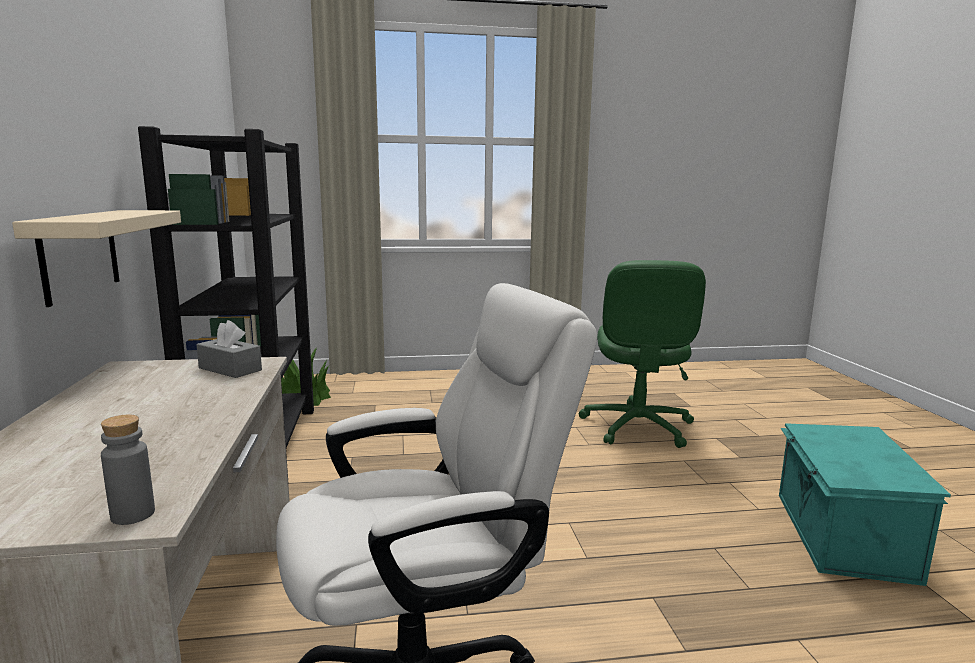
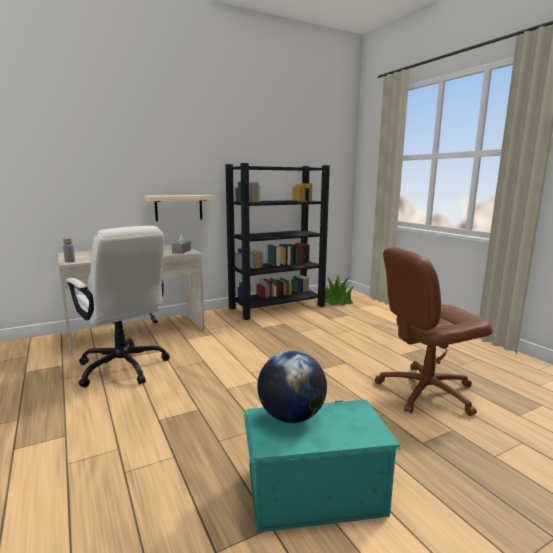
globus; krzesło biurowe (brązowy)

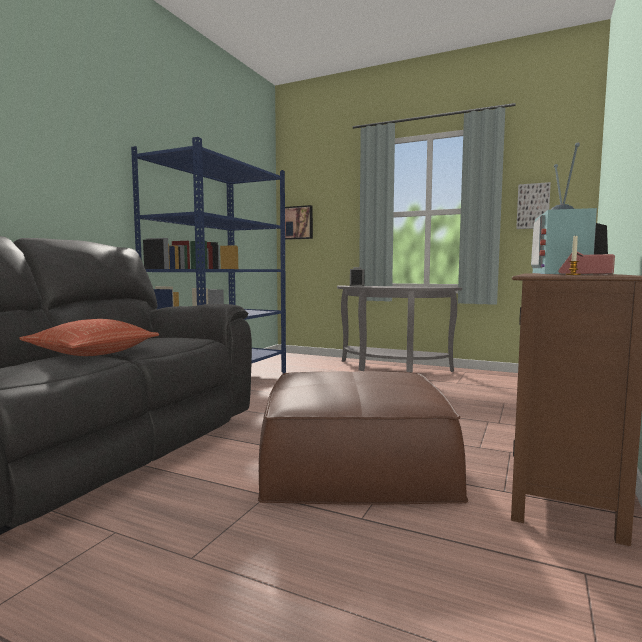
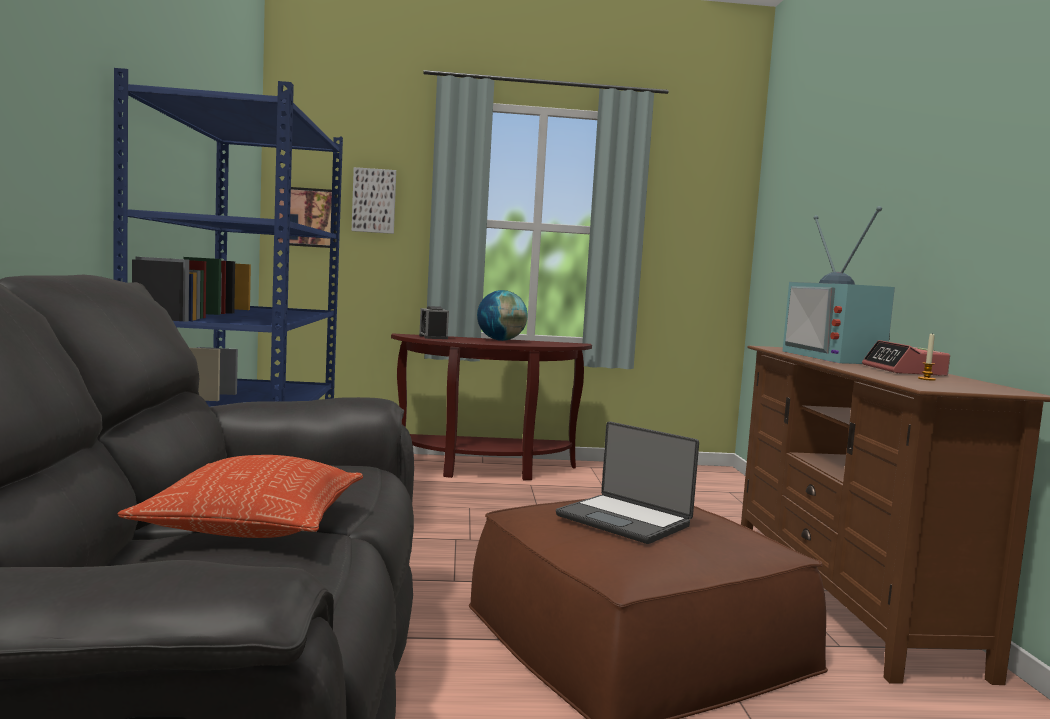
globus; laptop; obraz (2nd from left); stolik konsolowy (brązowy)

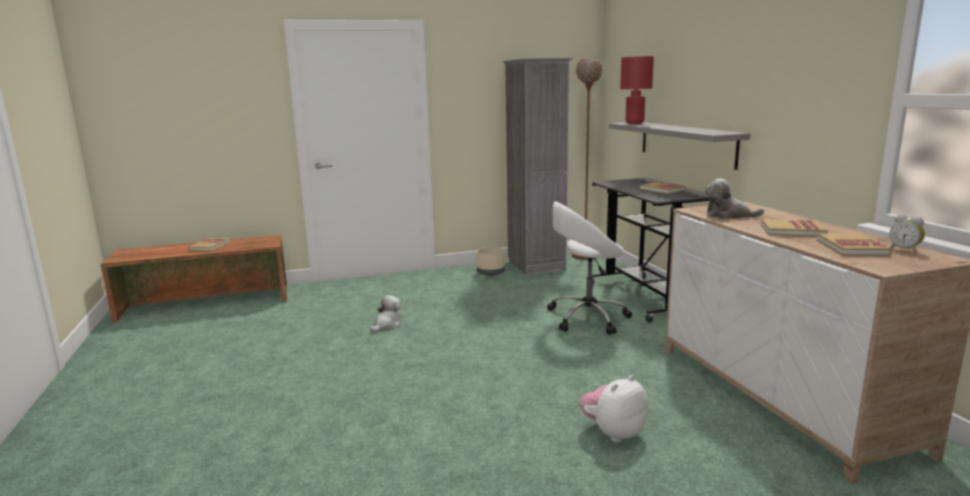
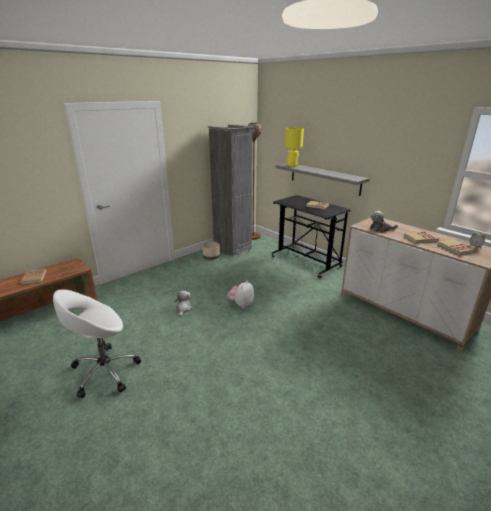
krzesło biurowe (biały); pluszak (2nd from left); lampa stołowa (żółty)

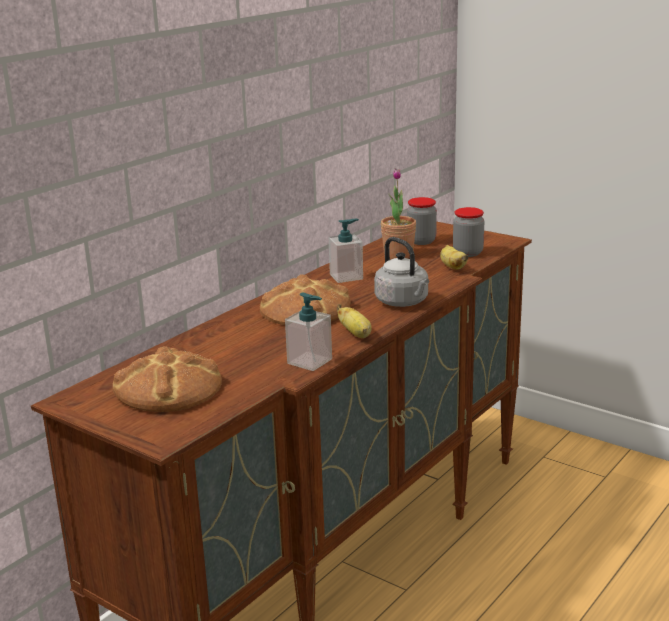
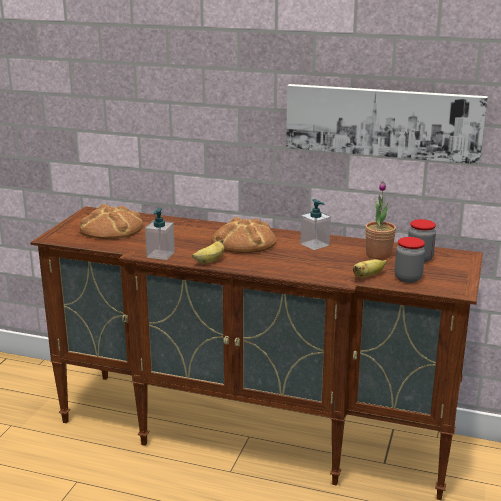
czajnik (szary); obraz

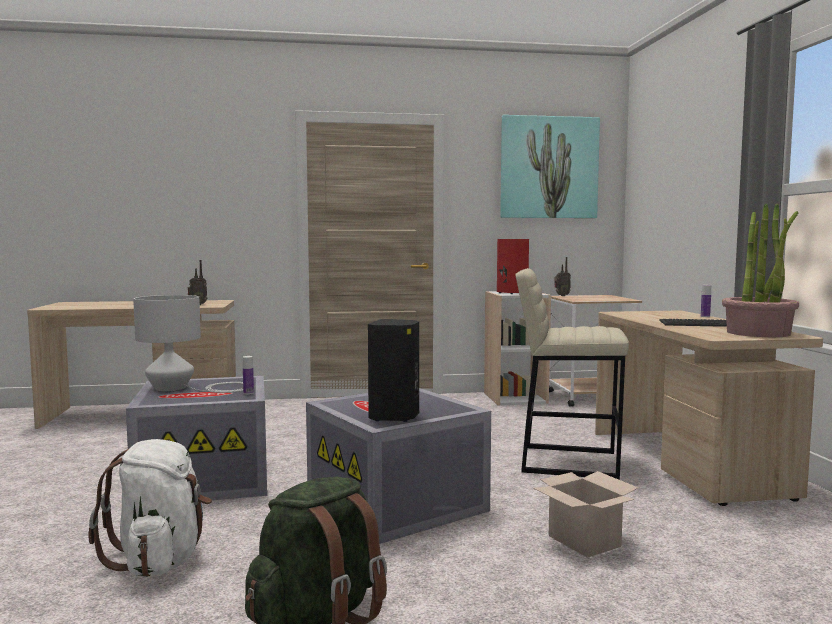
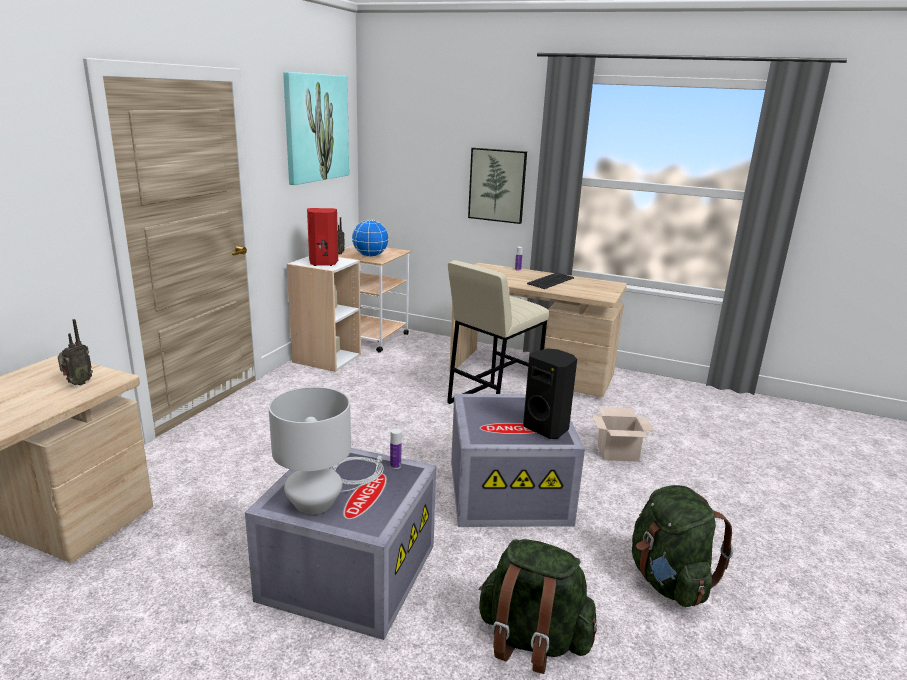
roślina doniczkowa; globus; obraz (2nd from left); plecak (zielony) (1st from left)

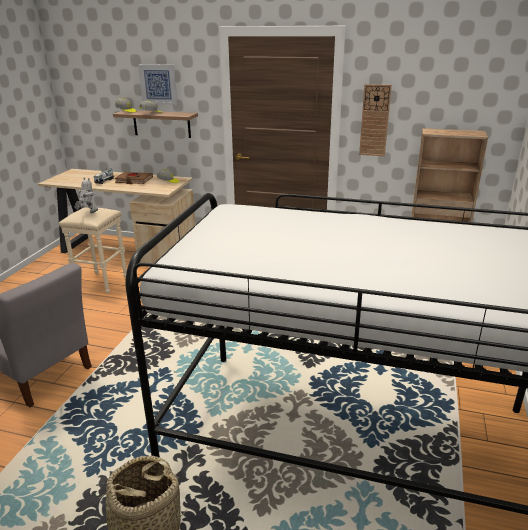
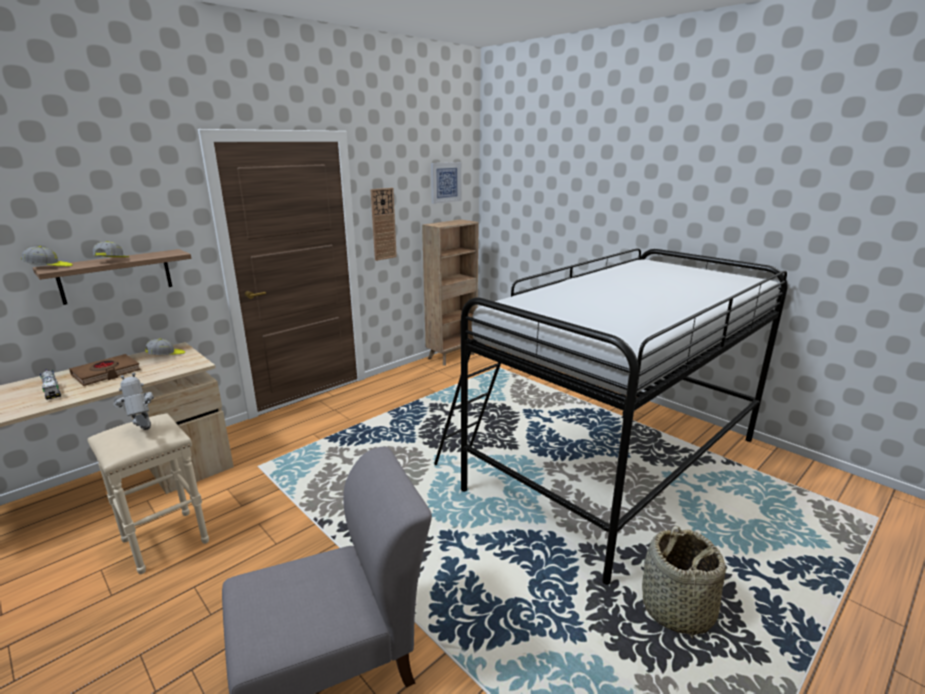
obraz

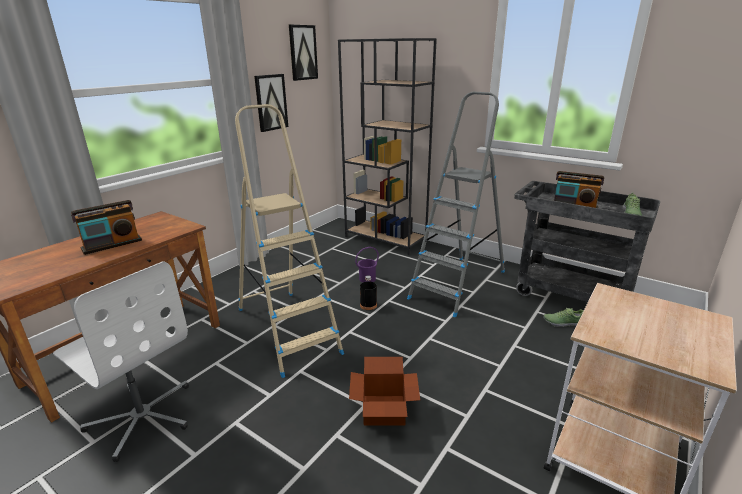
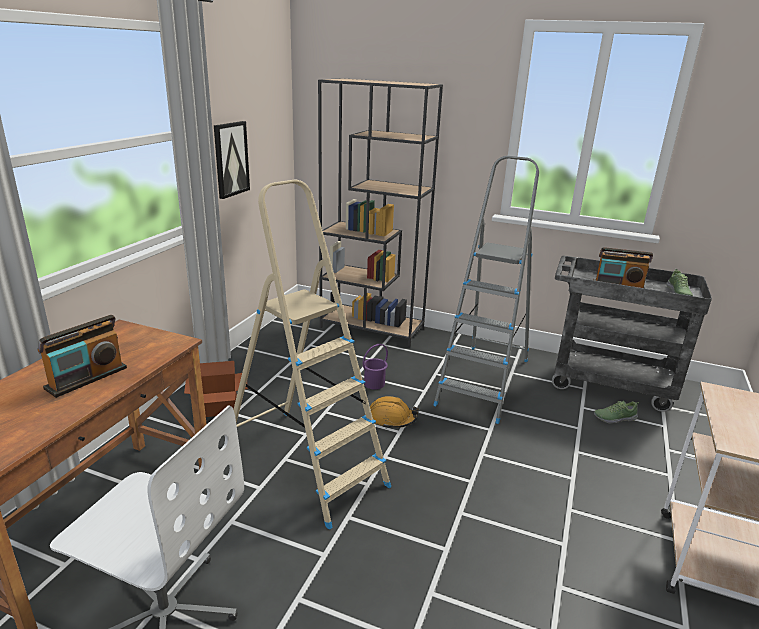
obraz (2nd from left in the first image); karton; kask (pomarańczowy)

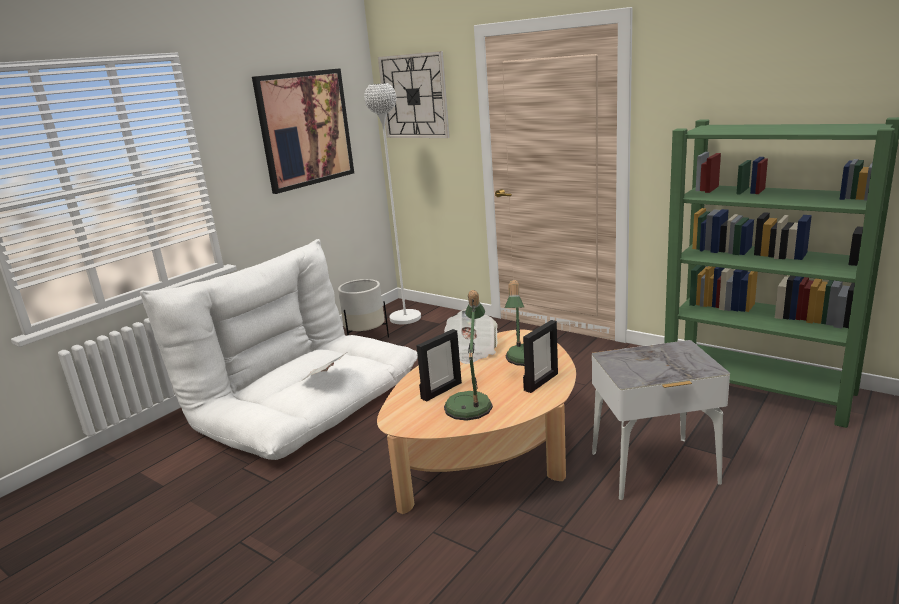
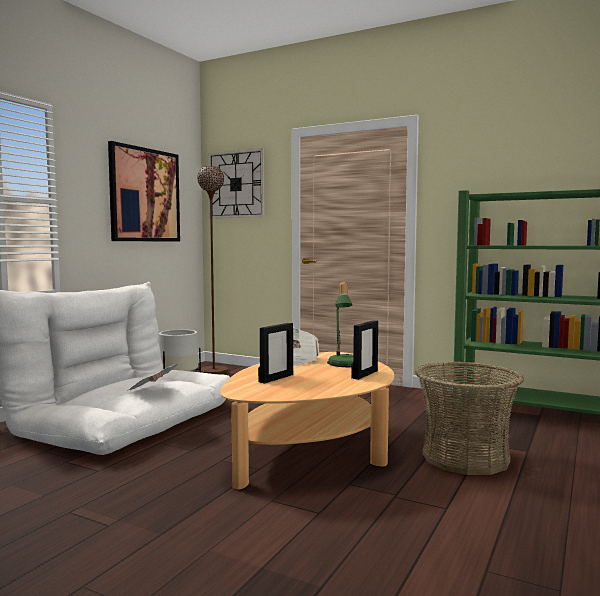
lampa stołowa (1st from left in the first image); koszyk; lampa stojąca (brązowy)

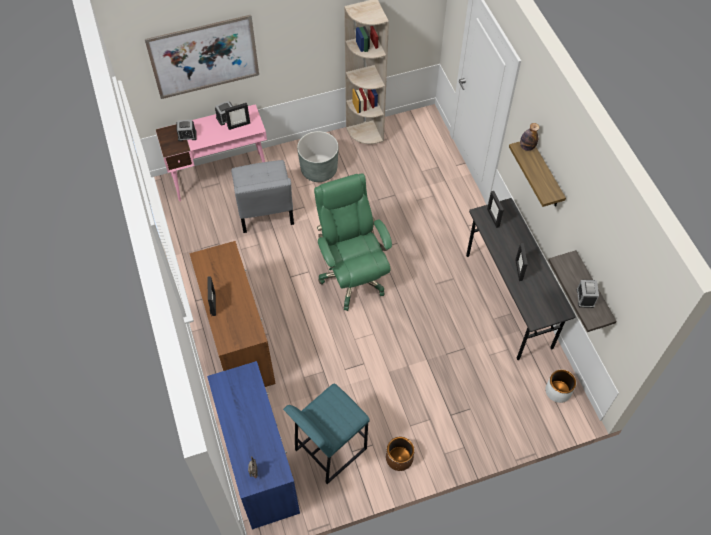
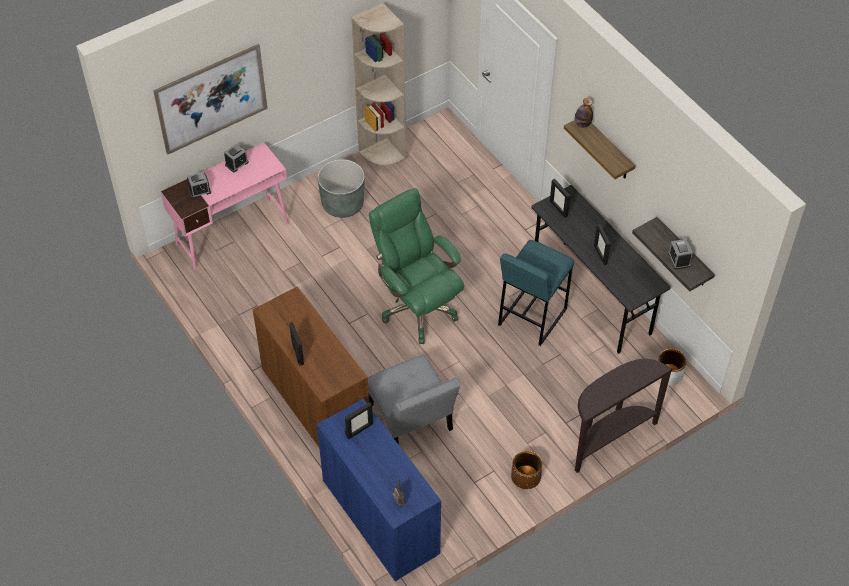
stolik konsolowy (brązowy); ramka na zdjęcie (2nd from left); krzesło (szary); stołek (turkusowy)

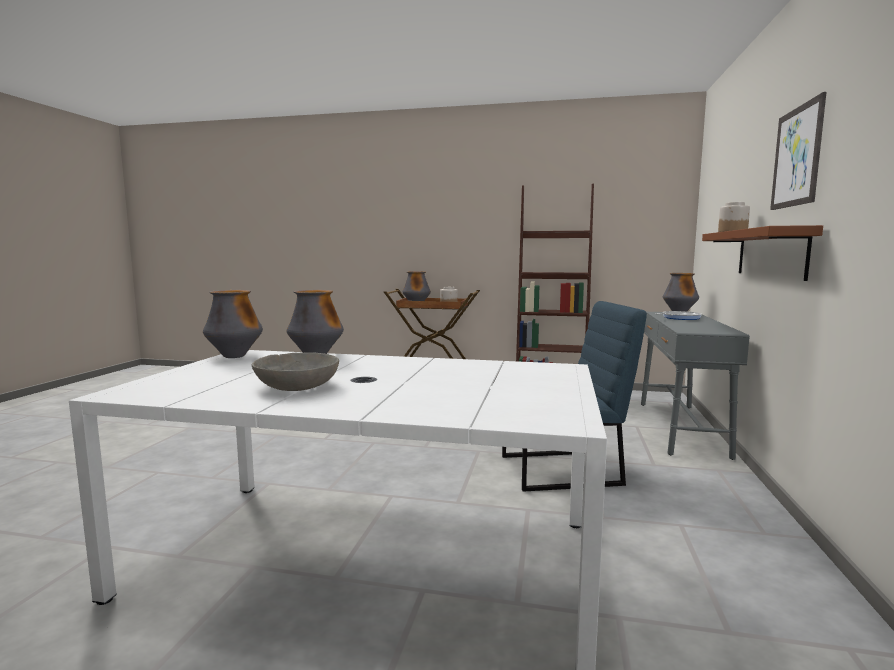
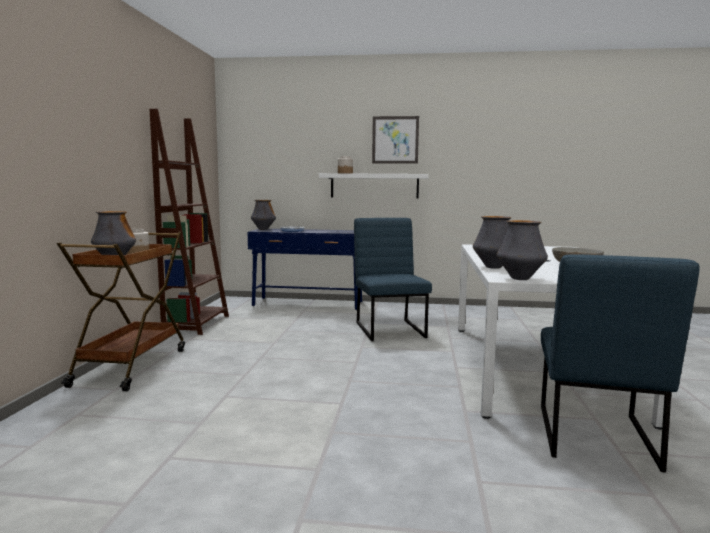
krzesło (niebieski) (2nd from left); stolik konsolowy (niebieski); półka (biały)

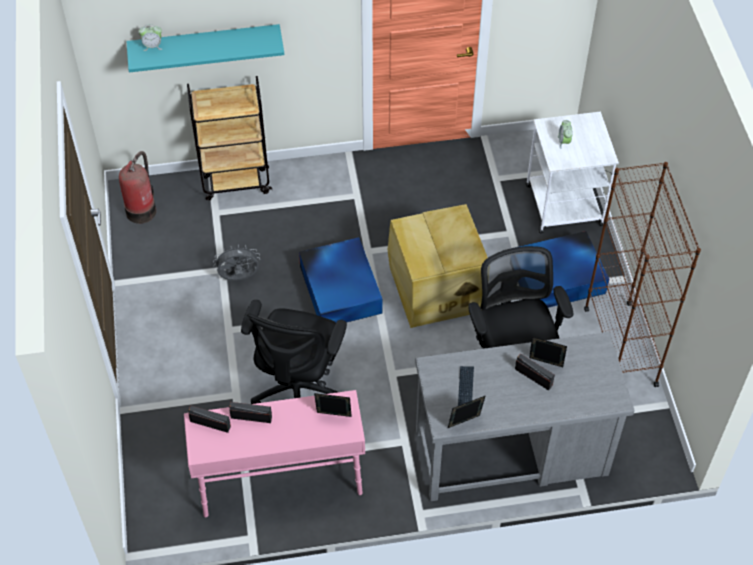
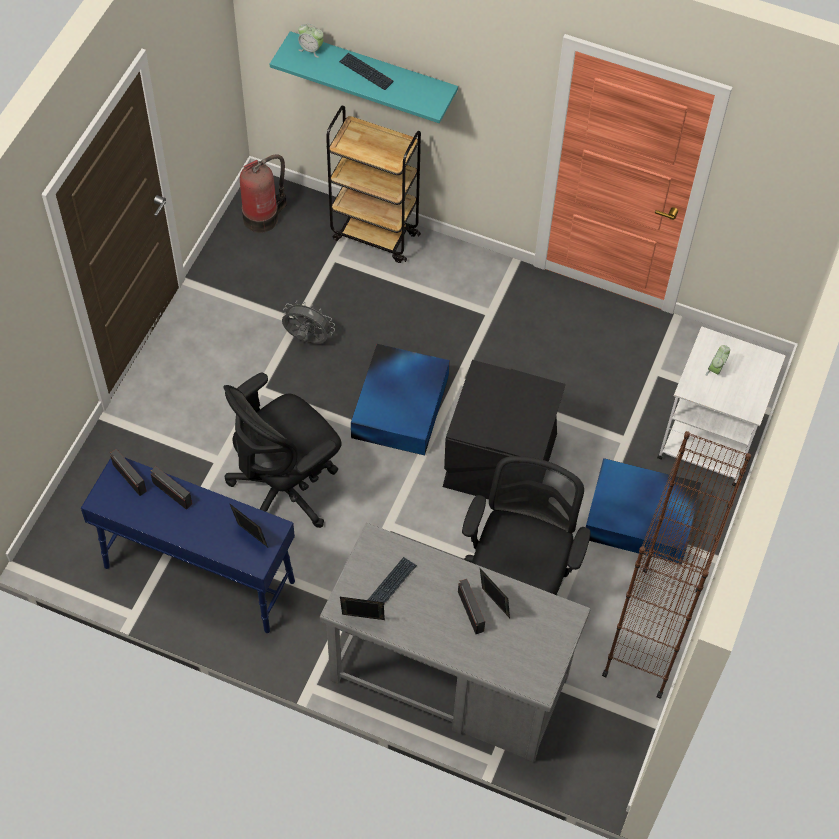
klawiatura (1st from left); stolik konsolowy (niebieski); pojemnik do przechowywania (czarny)

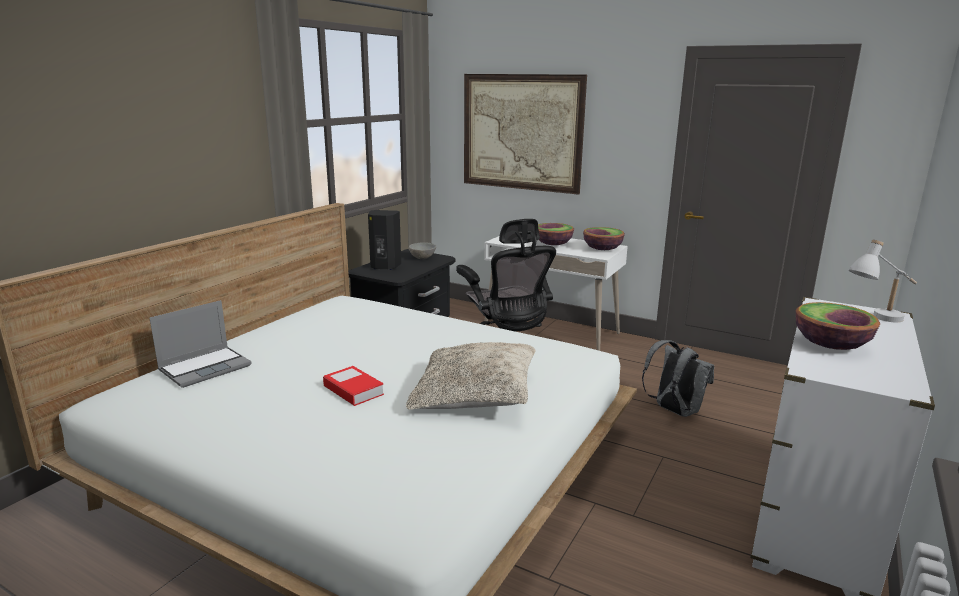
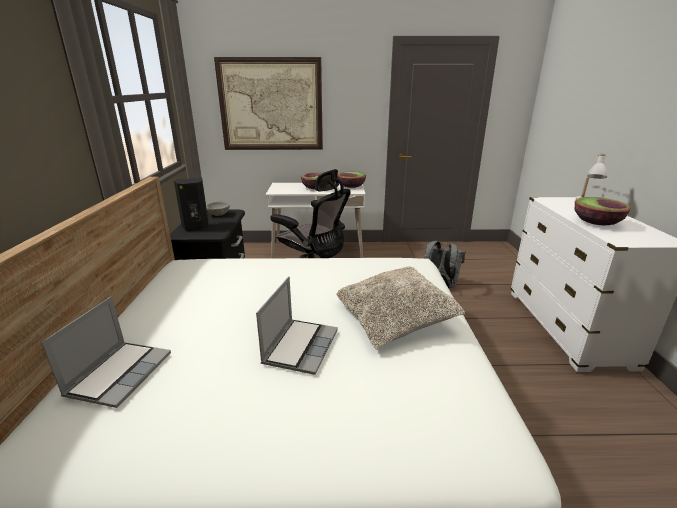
laptop (2nd from left)

